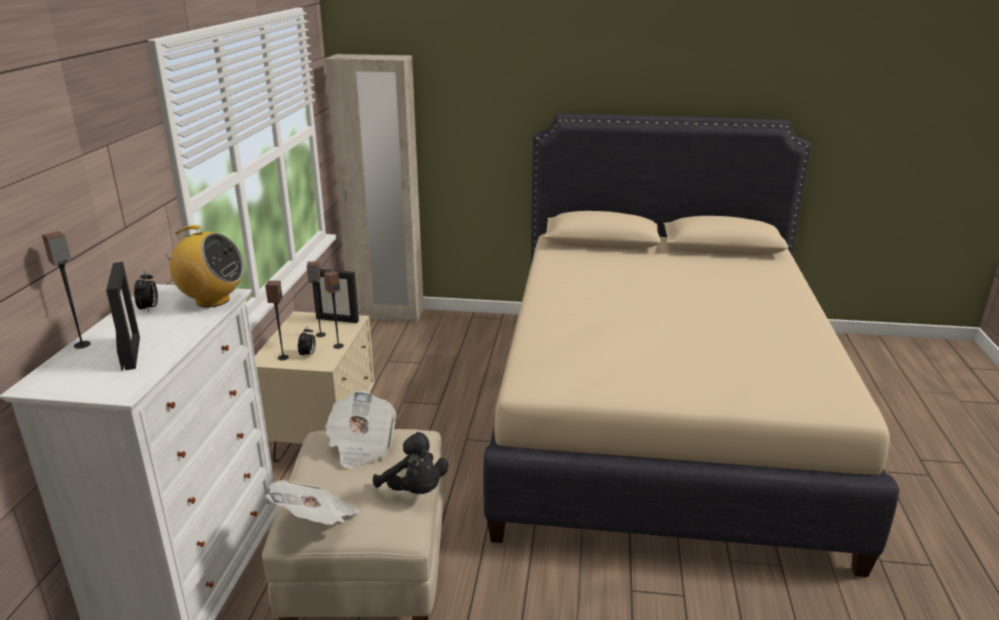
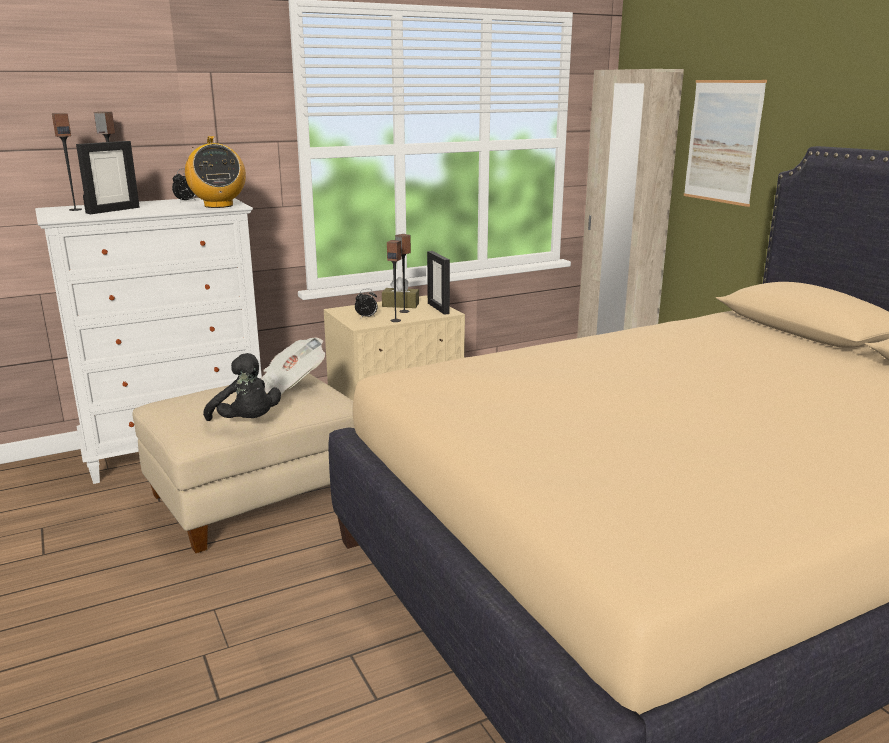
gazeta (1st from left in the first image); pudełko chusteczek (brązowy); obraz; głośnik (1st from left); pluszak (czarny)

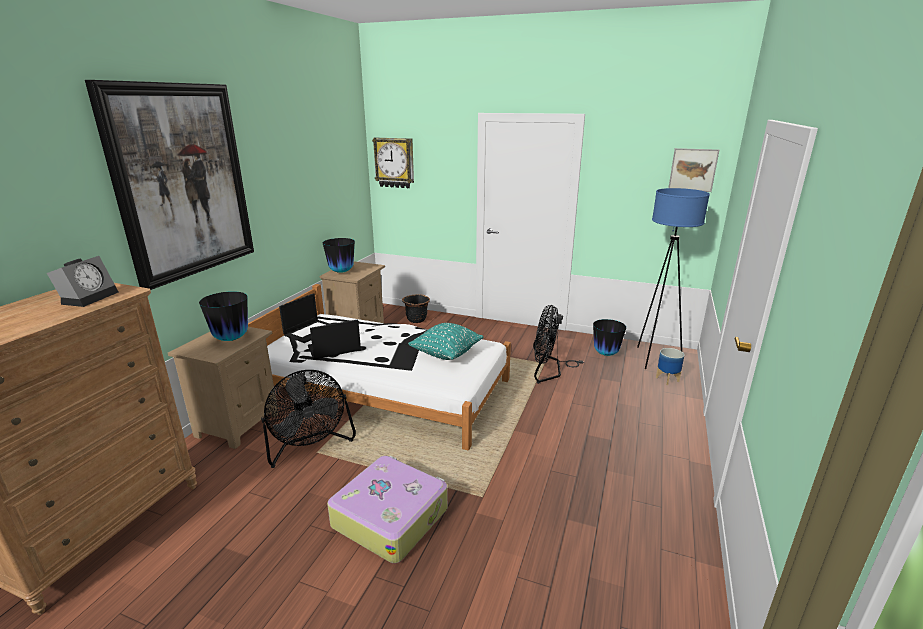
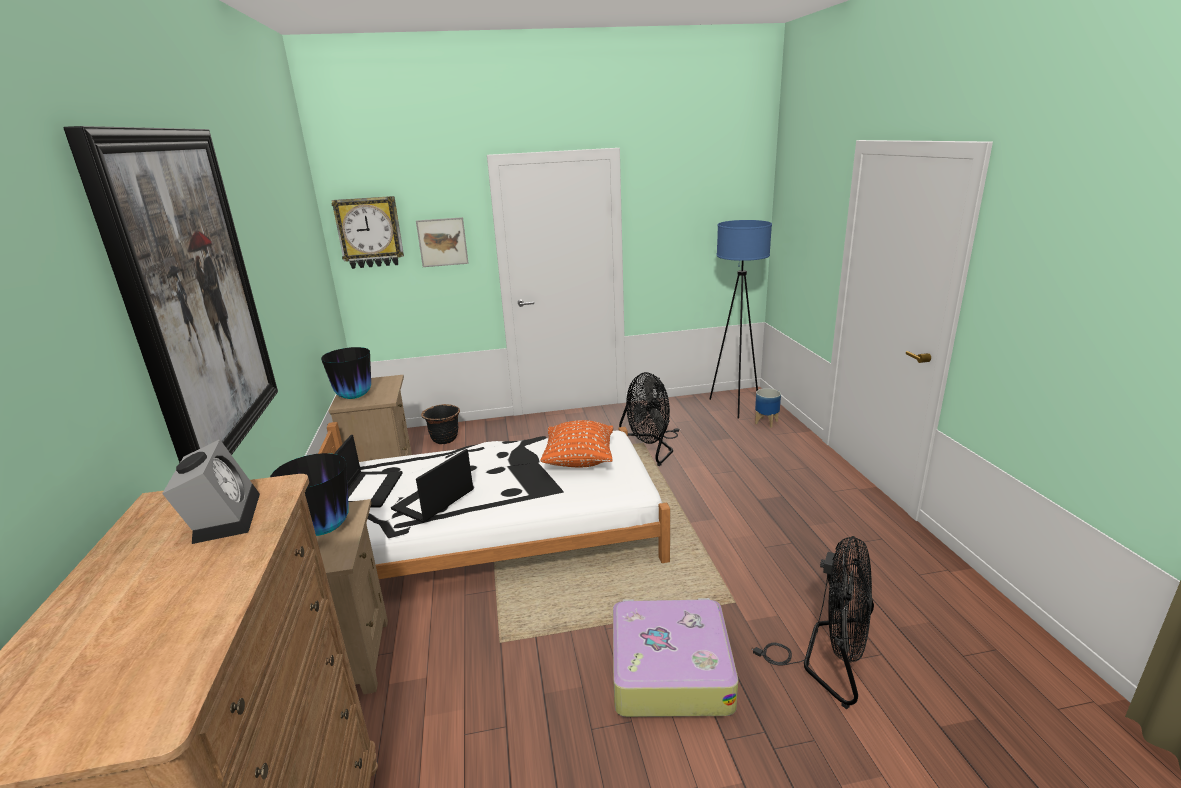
wazon (3rd from left in the first image); wentylator (czarny) (2nd from left); obraz (2nd from left); poduszka (pomarańczowy)

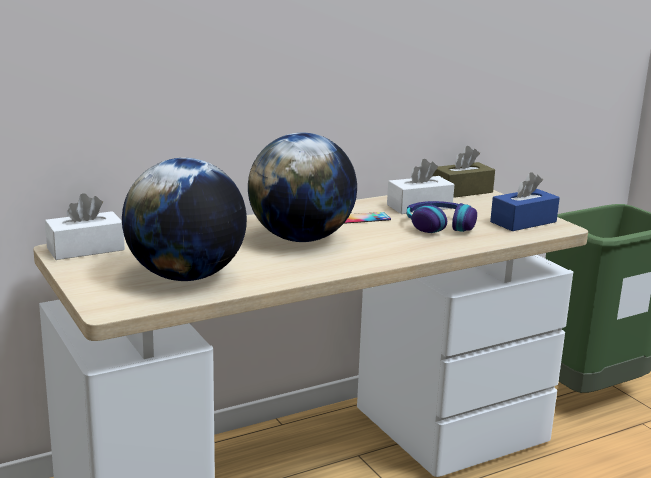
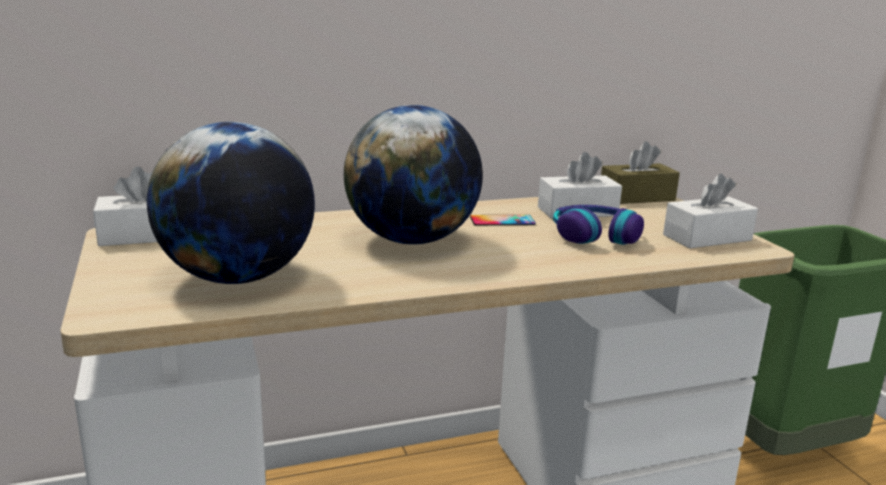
pudełko chusteczek (biały) (3rd from left)

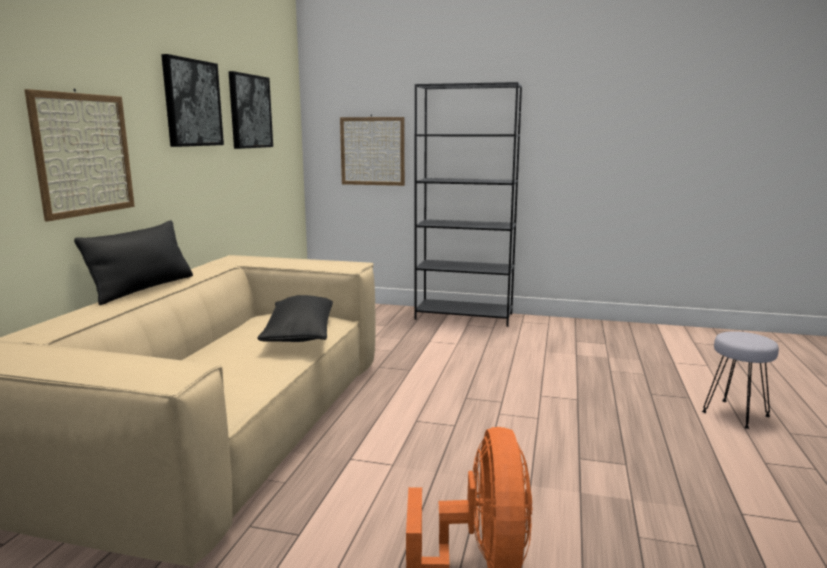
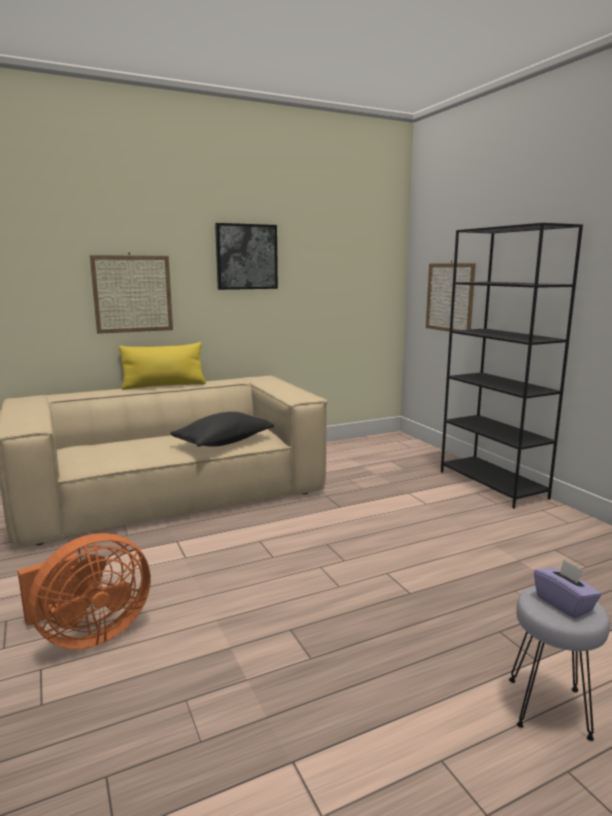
obraz (3rd from left in the first image); pudełko chusteczek (fioletowy); poduszka (żółty)

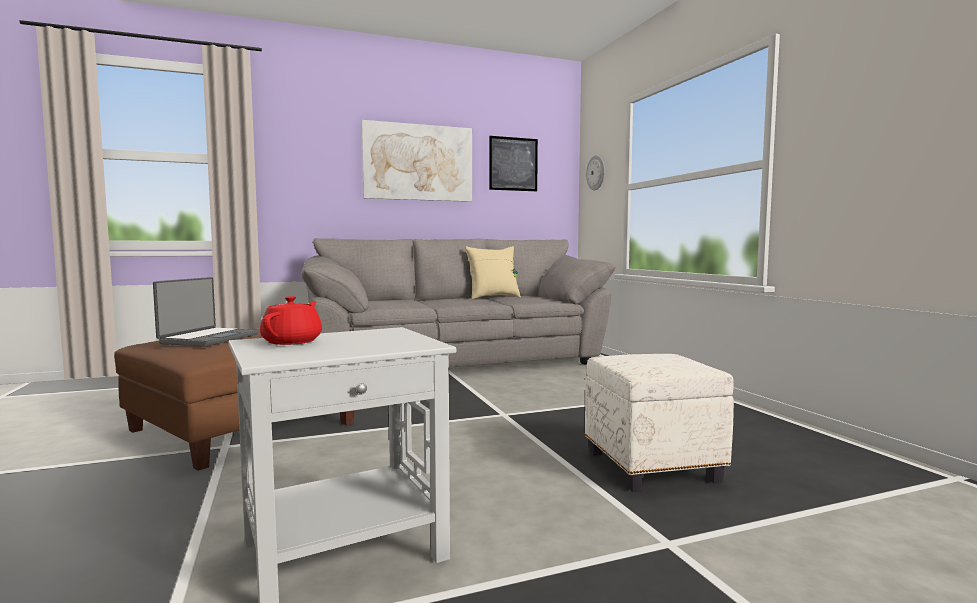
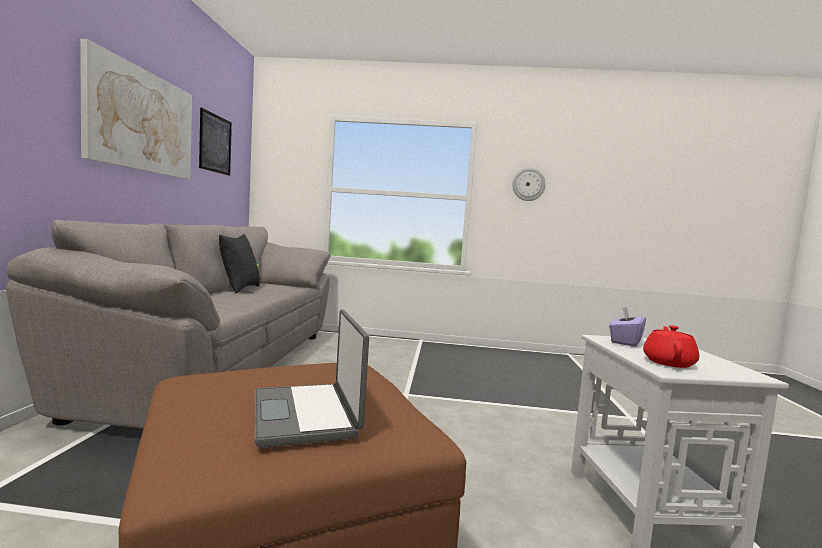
pufa (biały); pudełko chusteczek (fioletowy); zegar ścienny; poduszka (czarny); laptop; imbryk (czerwony)

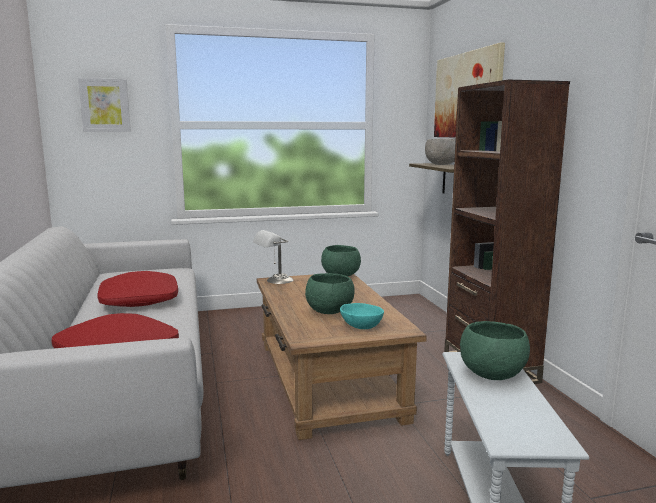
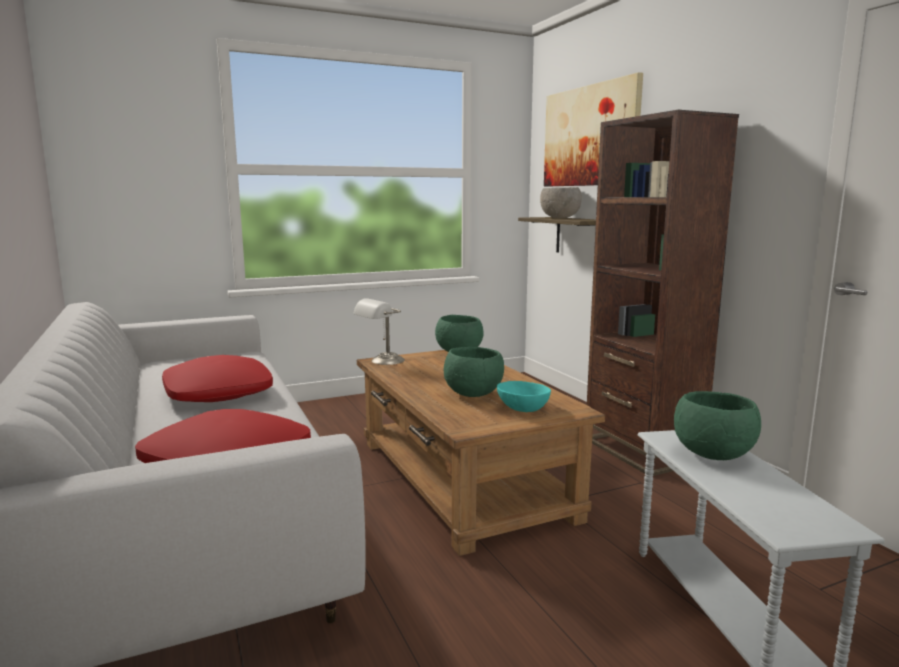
obraz (1st from left in the first image)

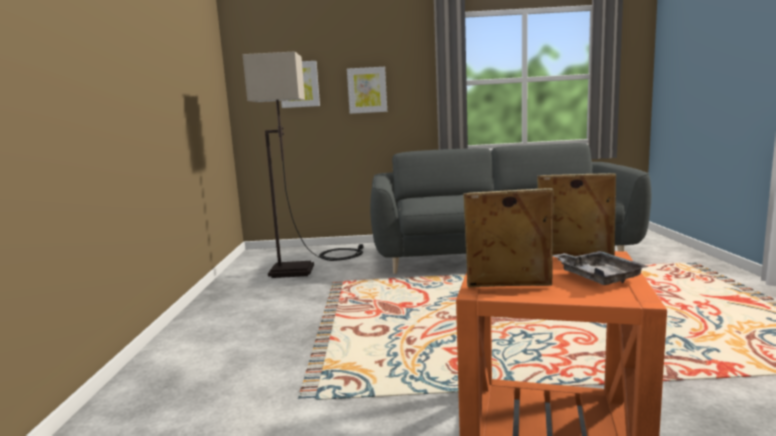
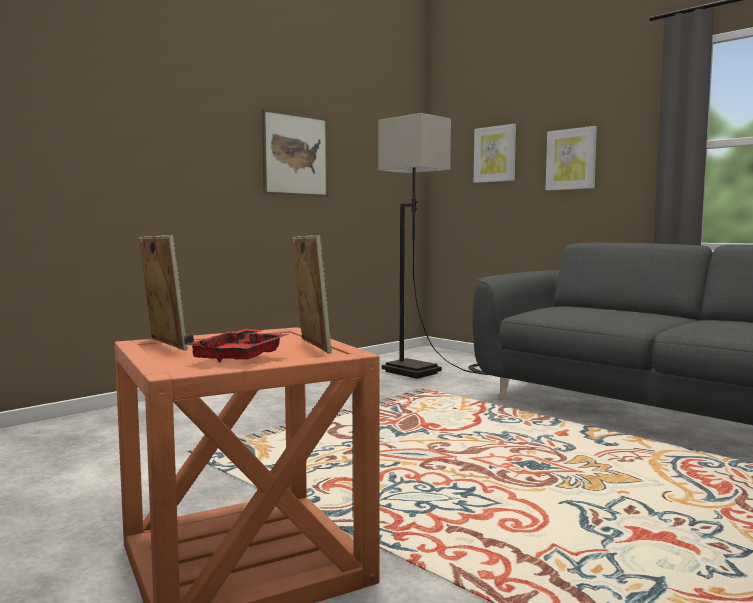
obraz (1st from left); taca (czerwony)

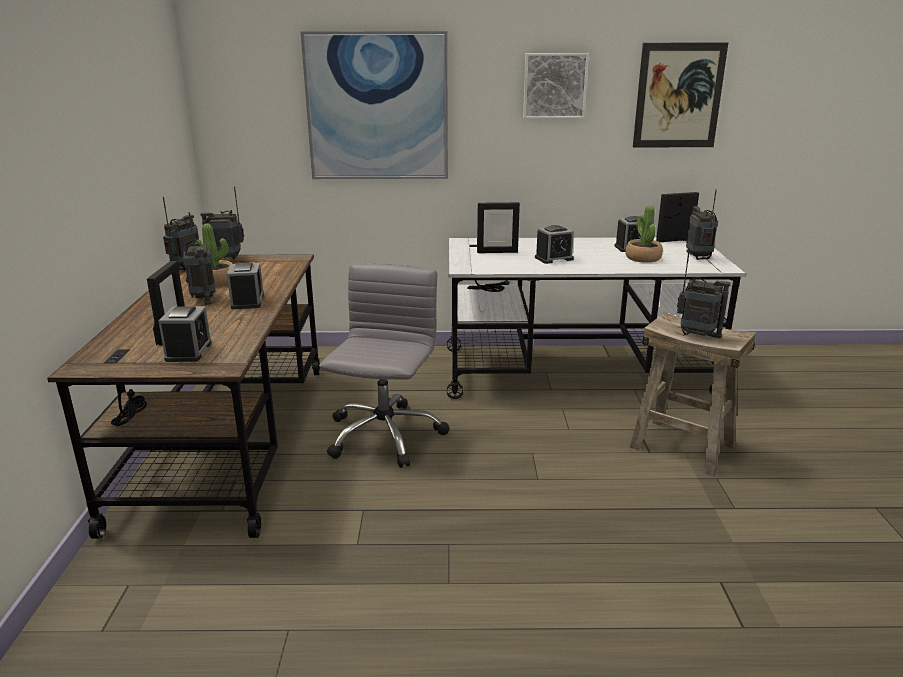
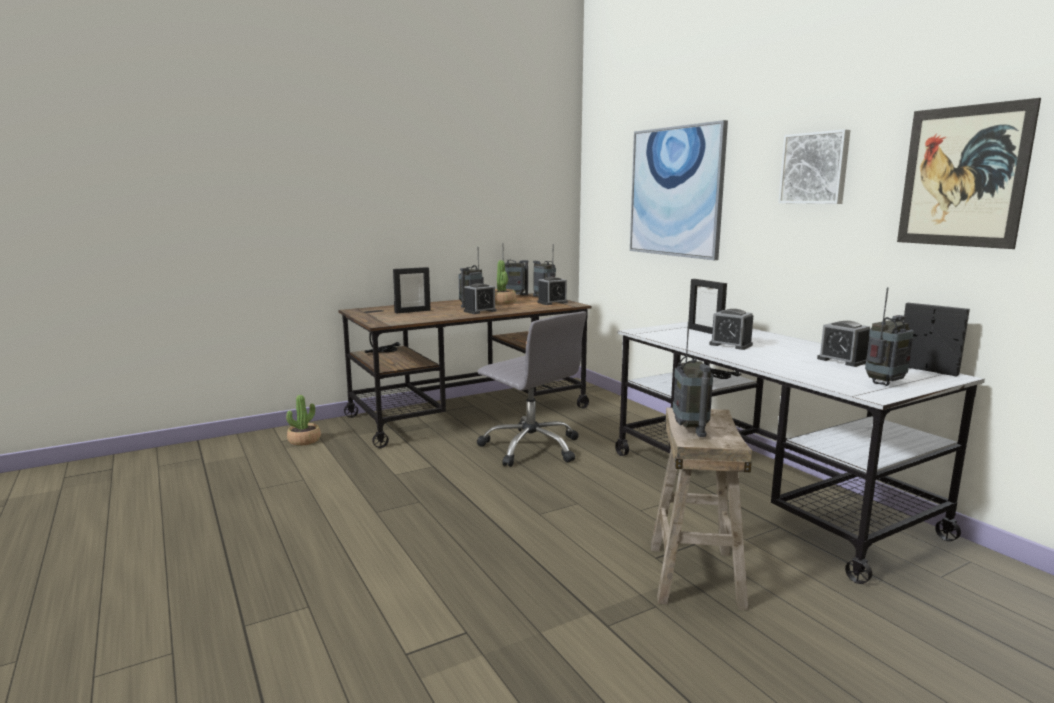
budzik (2nd from left); roślina doniczkowa (1st from left); krzesło biurowe (szary)

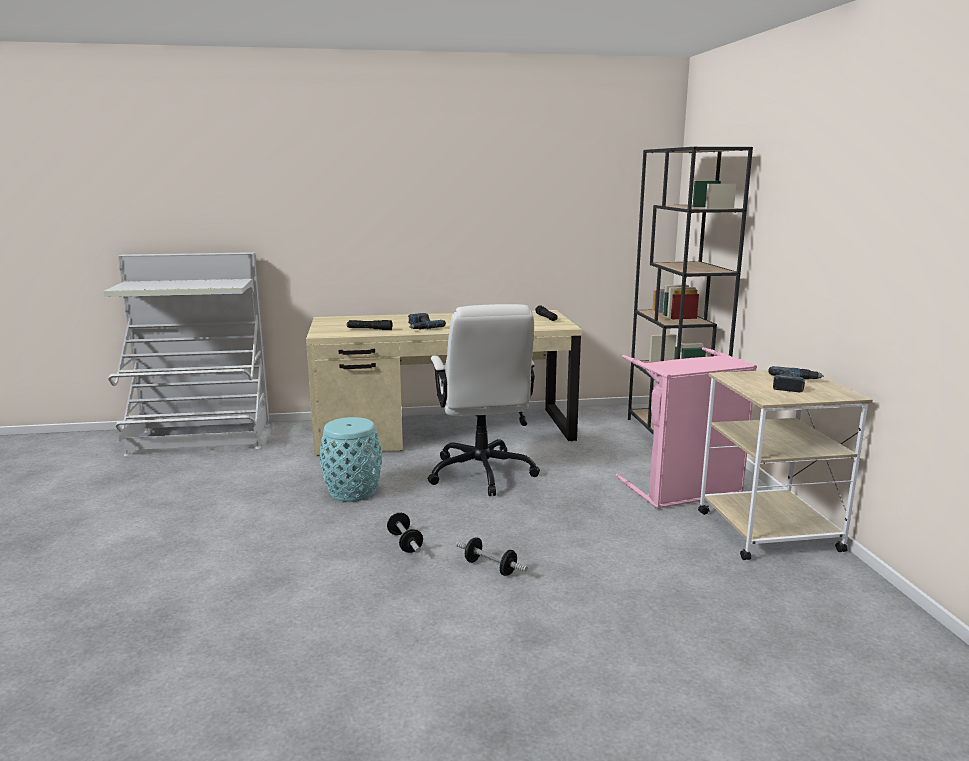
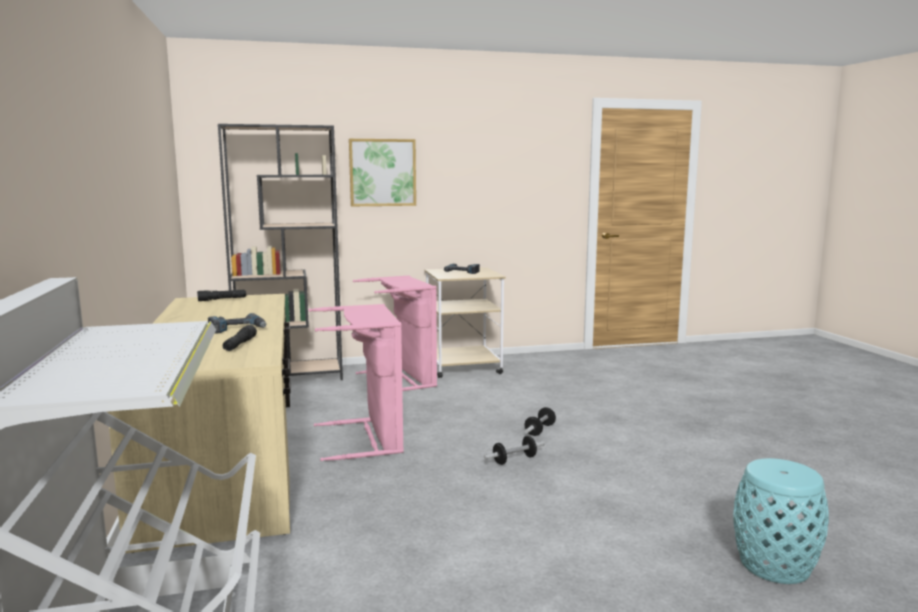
obraz; stołek (turkusowy); kosz na pranie (różowy) (1st from left)

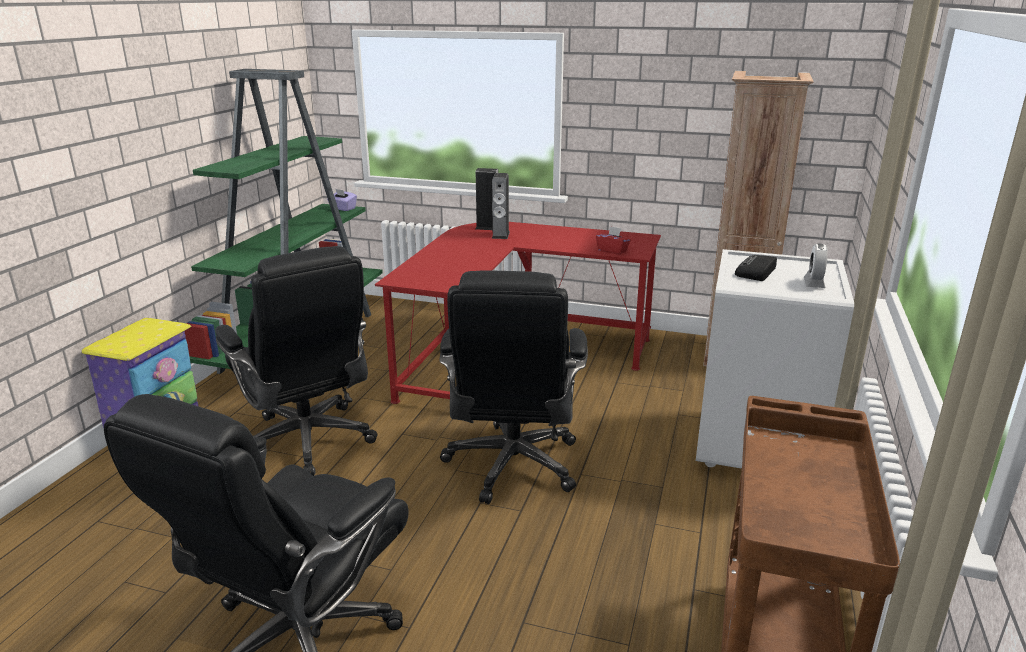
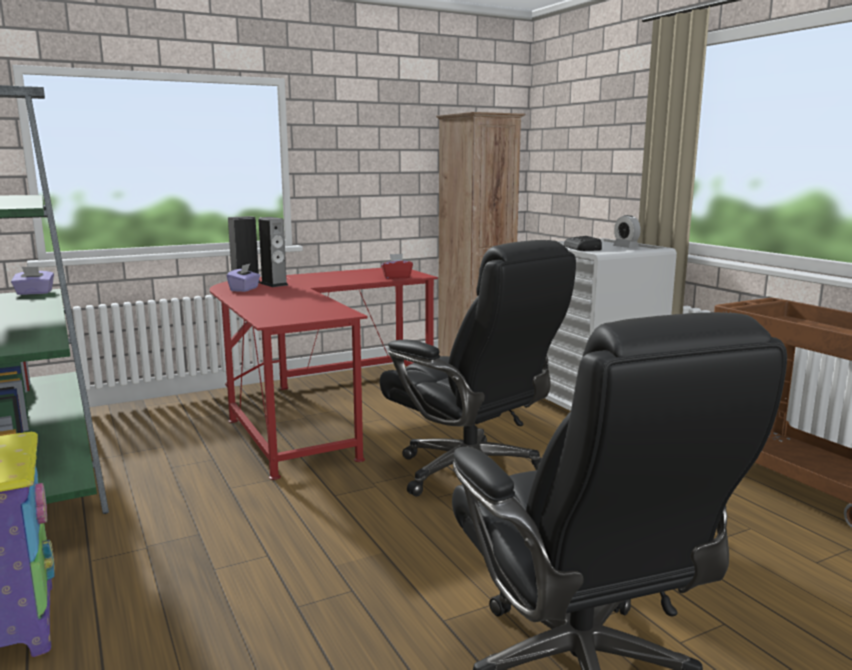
krzesło biurowe (czarny) (2nd from left in the first image); pudełko chusteczek (fioletowy) (2nd from left)

